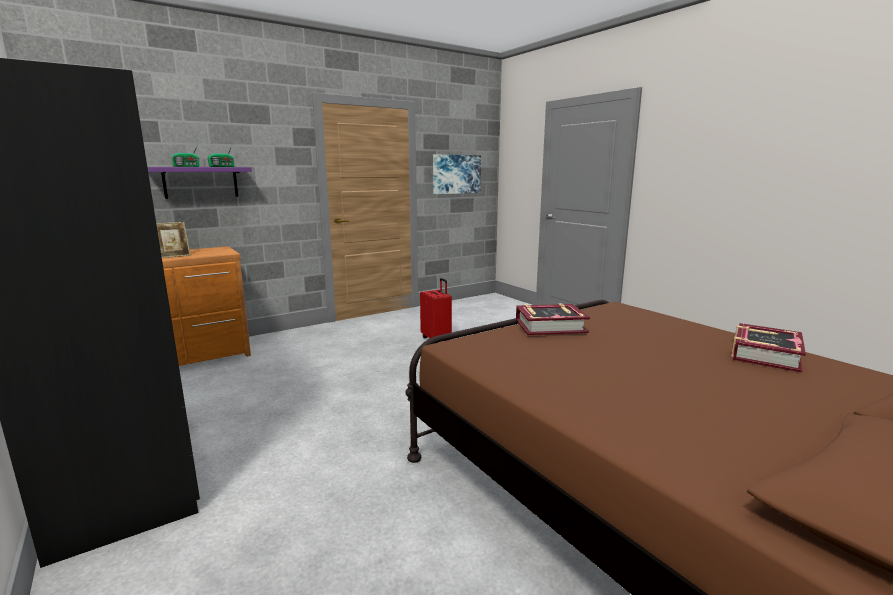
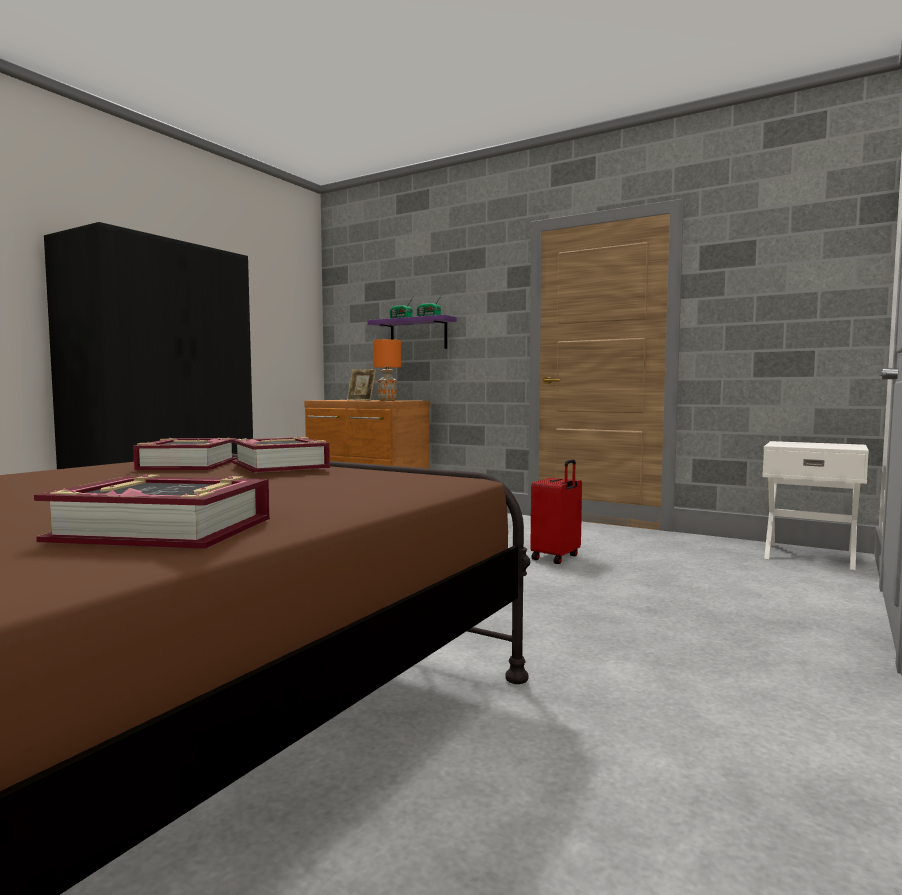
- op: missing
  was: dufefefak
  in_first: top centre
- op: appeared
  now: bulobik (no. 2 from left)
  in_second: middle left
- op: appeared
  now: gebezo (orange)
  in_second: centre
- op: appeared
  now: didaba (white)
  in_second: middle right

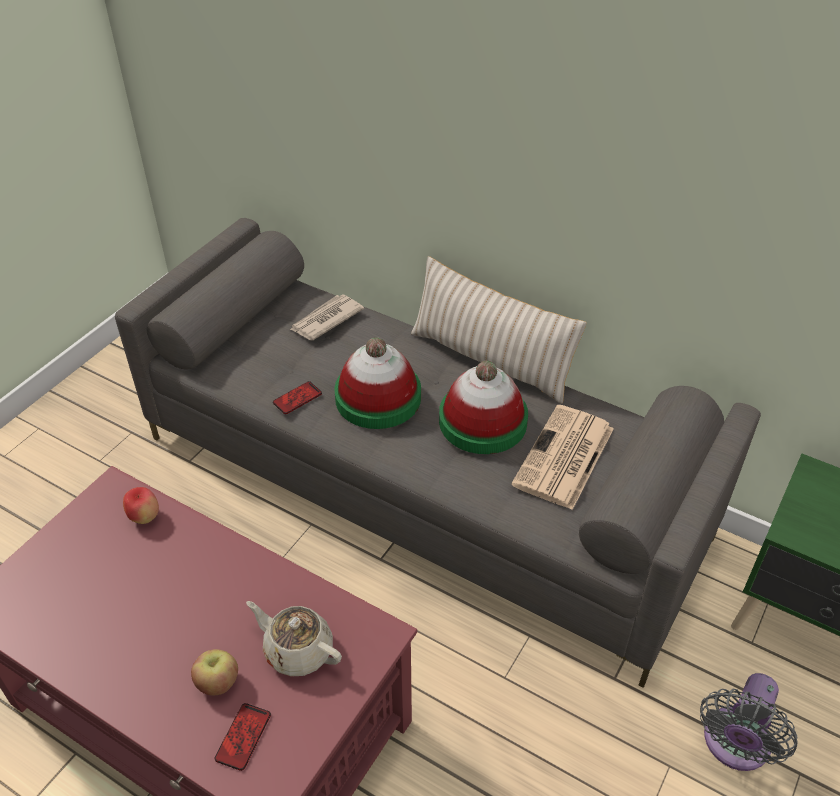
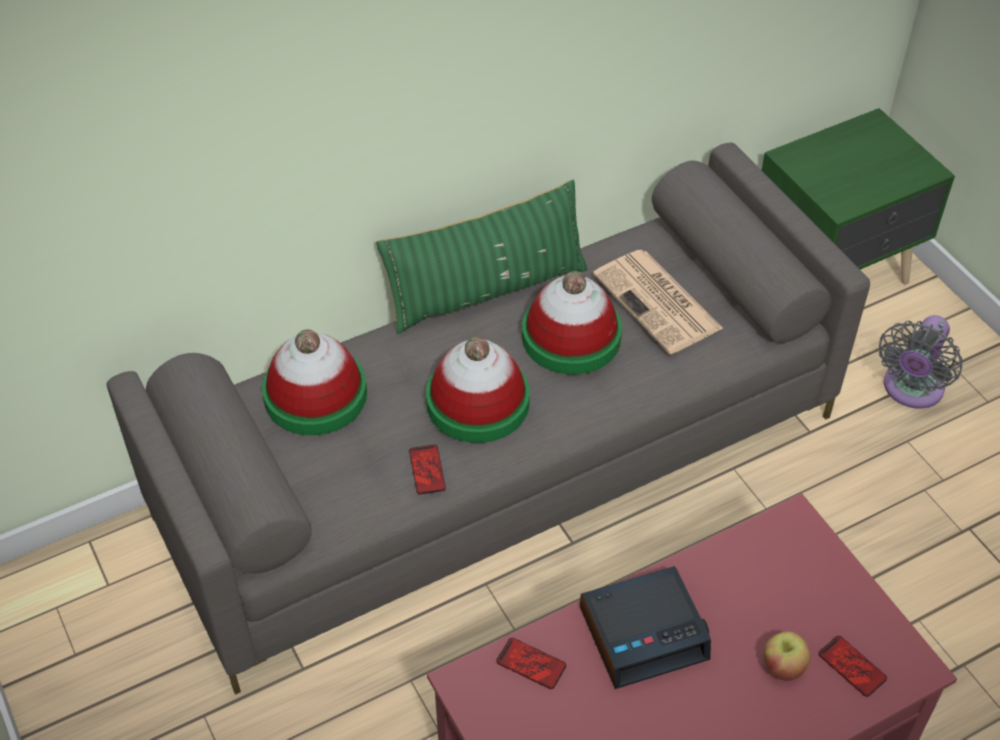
- op: missing
  was: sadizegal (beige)
  in_first: bottom centre
- op: appeared
  now: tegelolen
  in_second: bottom centre
- op: exchanged
  was: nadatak (no. 1 from left)
  now: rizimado (no. 2 from left)
  in_first: middle left
  in_second: bottom centre
- op: exchanged
  was: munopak (no. 1 from left)
  now: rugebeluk (no. 1 from left)
  in_first: centre
  in_second: middle left
- op: colour
  was: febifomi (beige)
  now: febifomi (green)
  in_first: centre
  in_second: centre
- op: spun
  was: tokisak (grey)
  in_first: bottom right
  in_second: middle right
  clockwise: 60

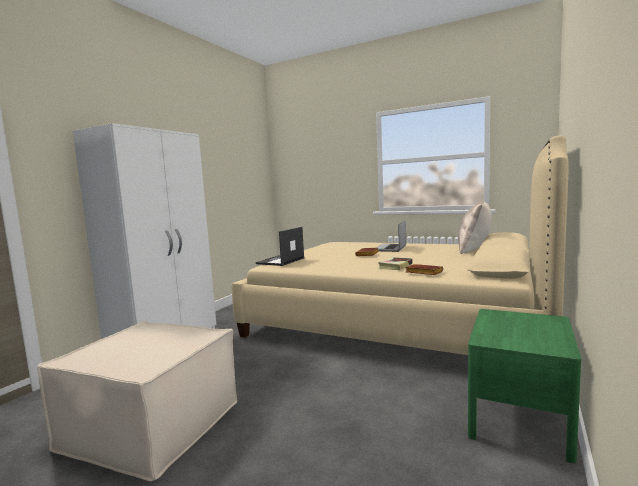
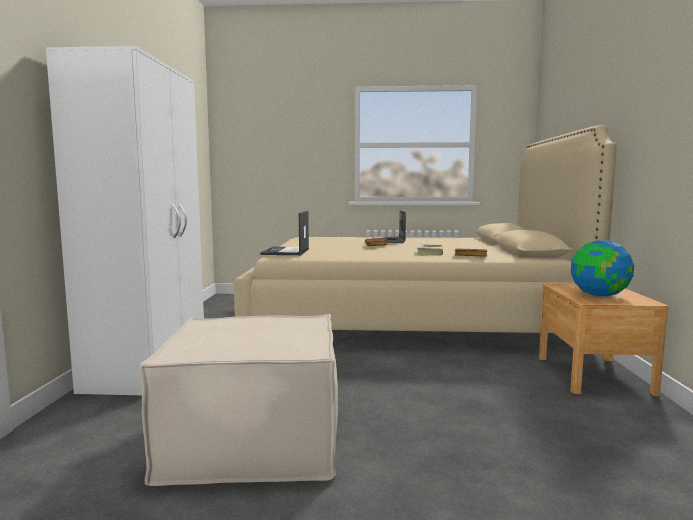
- op: missing
  was: febifomi (beige)
  in_first: middle right
- op: appeared
  now: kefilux
  in_second: middle right
- op: colour
  was: didaba (green)
  now: didaba (brown)
  in_first: bottom right
  in_second: middle right

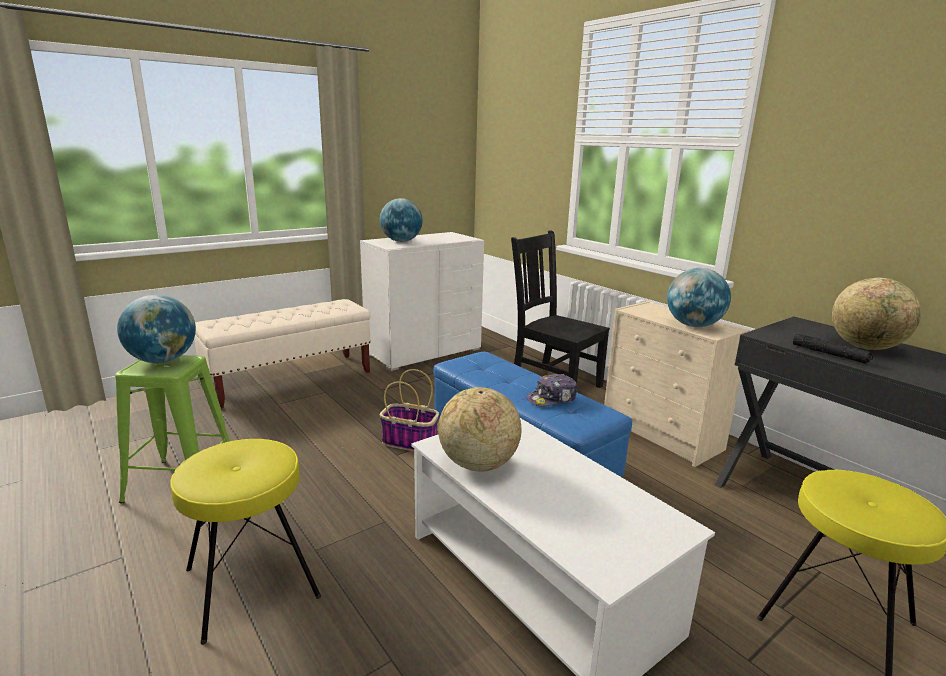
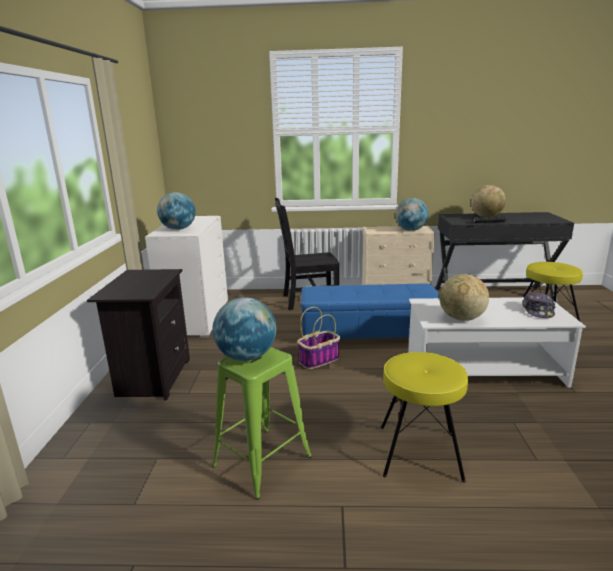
- op: relocated
  was: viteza
  in_first: centre
  in_second: middle right
- op: exchanged
  was: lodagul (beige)
  now: didaba (black)
  in_first: middle left
  in_second: middle left

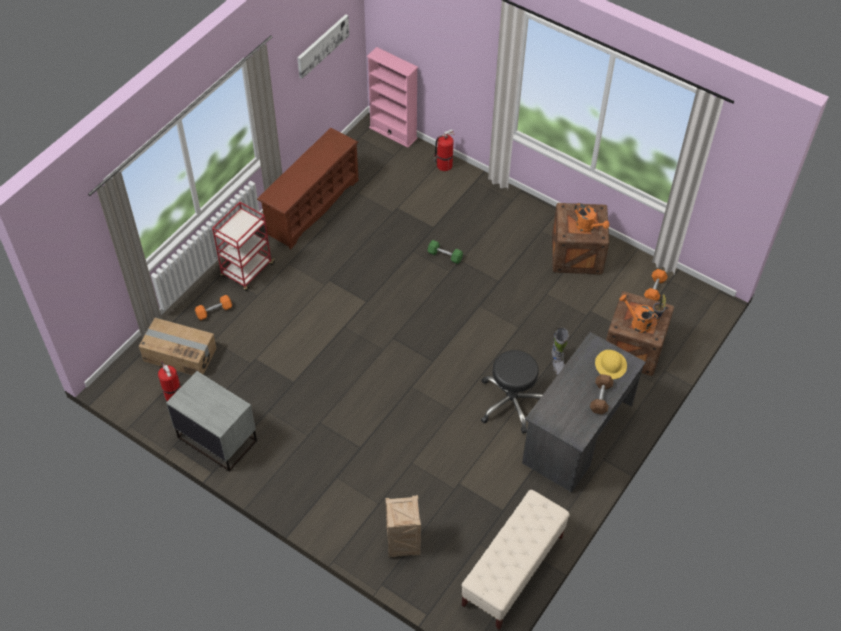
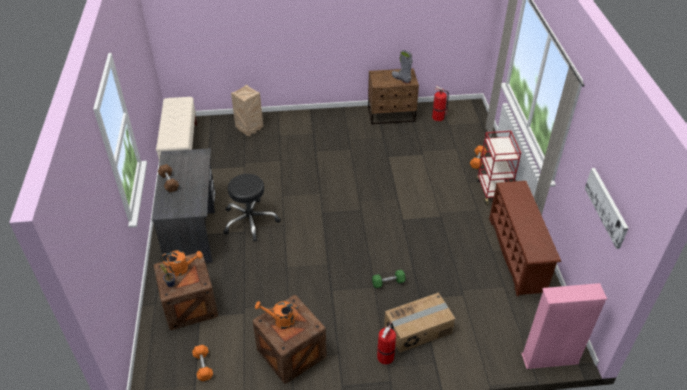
- op: missing
  was: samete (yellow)
  in_first: middle right
- op: relocated
  was: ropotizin
  in_first: middle left
  in_second: bottom centre
- op: relocated
  was: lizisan (no. 2 from left in the first image)
  now: lizisan (no. 1 from left)
  in_first: top centre
  in_second: bottom centre
- op: relocated
  was: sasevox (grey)
  in_first: centre
  in_second: top centre
- op: colour
  was: didaba (grey)
  now: didaba (brown)
  in_first: bottom left
  in_second: top centre

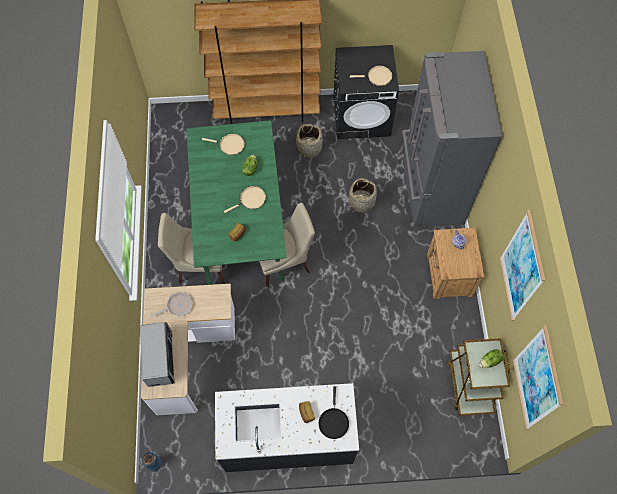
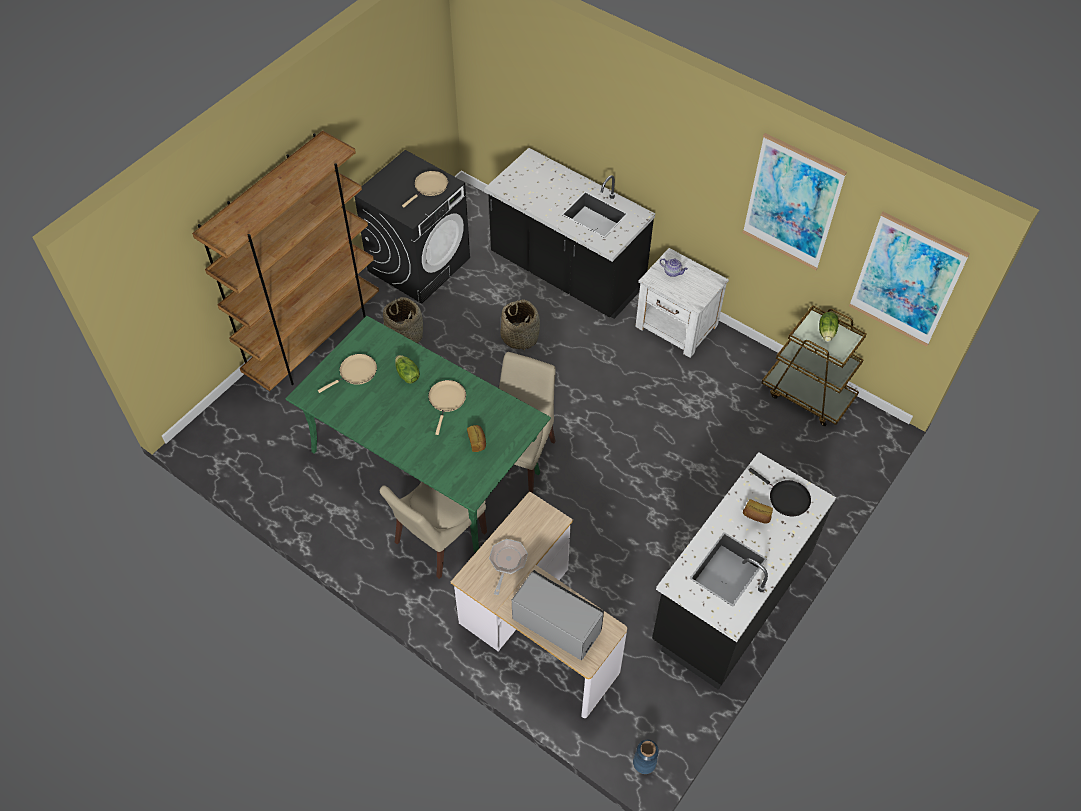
- op: exchanged
  was: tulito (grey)
  now: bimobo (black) (no. 1 from left)
  in_first: top right
  in_second: top centre
- op: colour
  was: didaba (brown)
  now: didaba (white)
  in_first: middle right
  in_second: centre

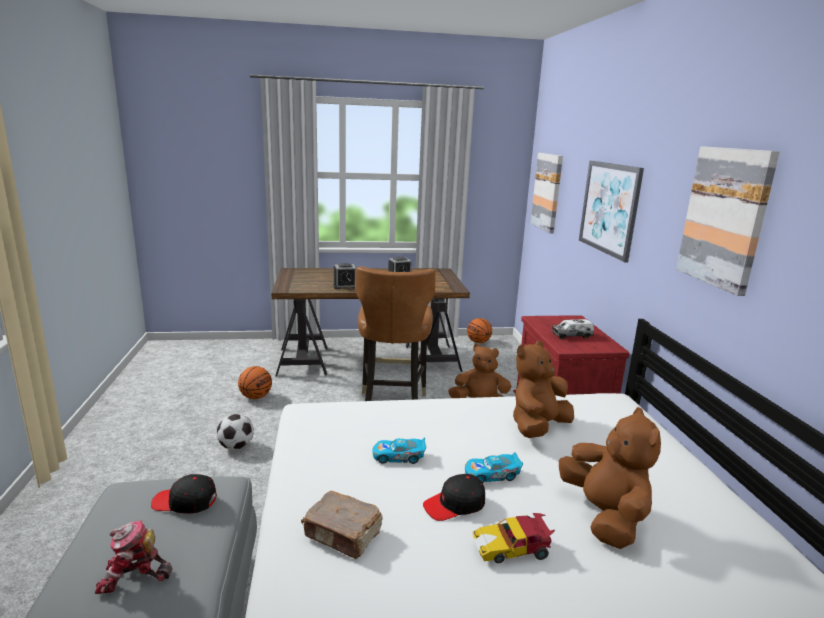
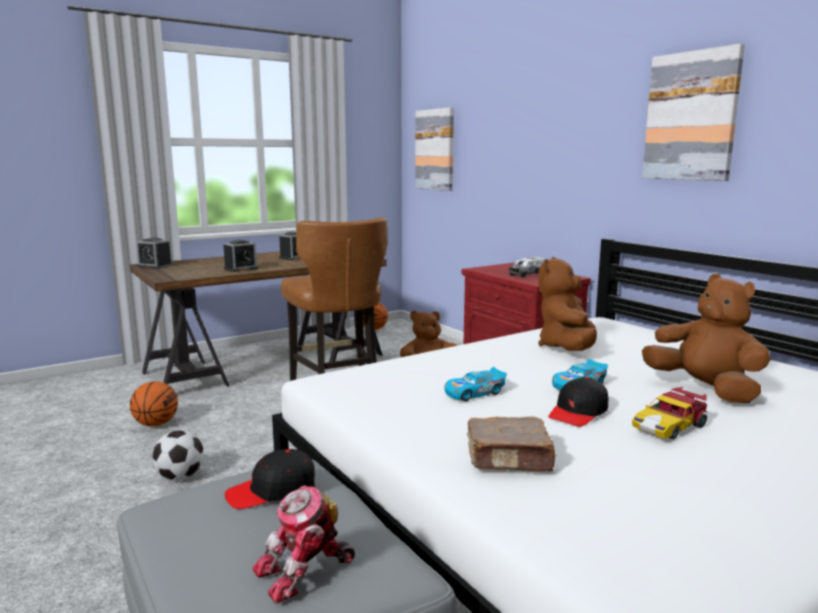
- op: missing
  was: dufefefak (no. 2 from left)
  in_first: middle right
- op: appeared
  now: tegelolen (no. 1 from left)
  in_second: middle left

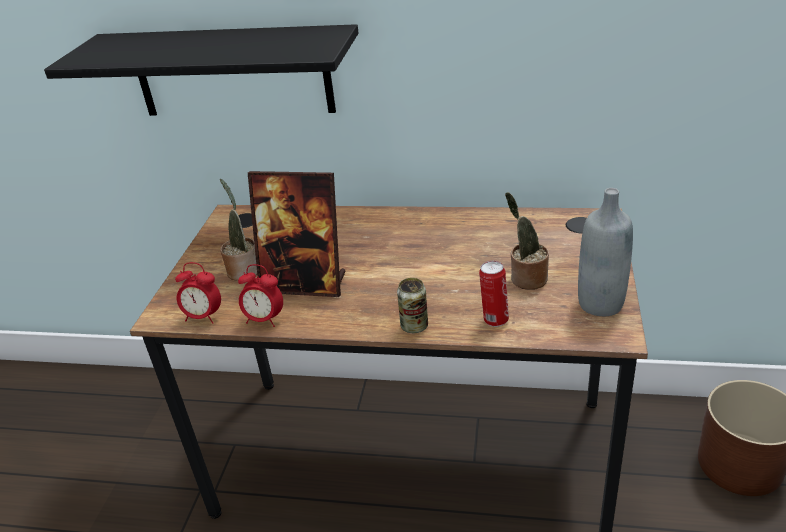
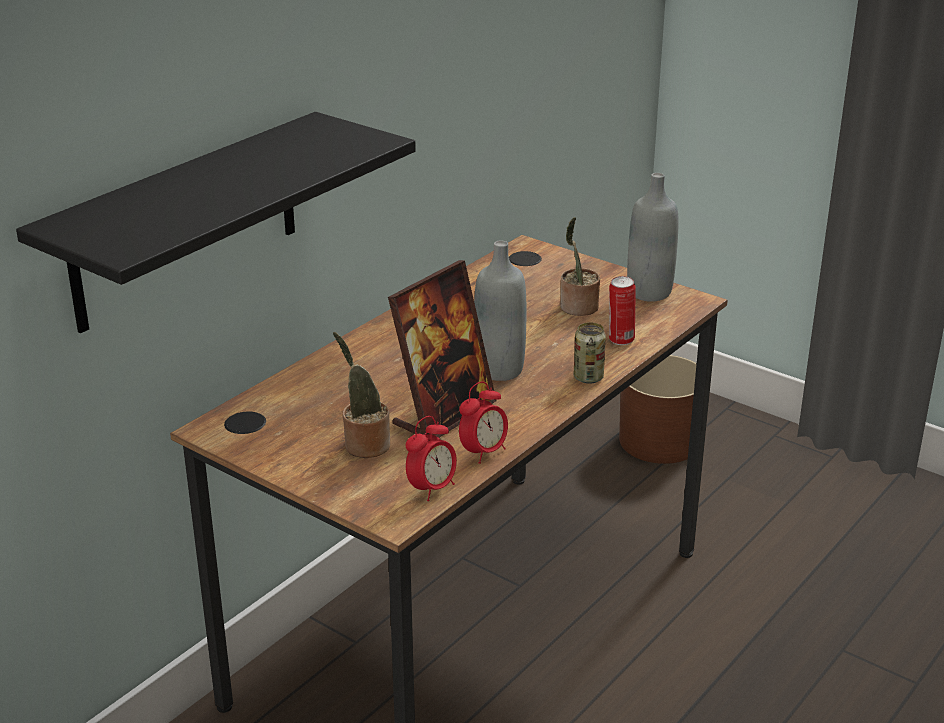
- op: appeared
  now: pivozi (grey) (no. 1 from left)
  in_second: centre

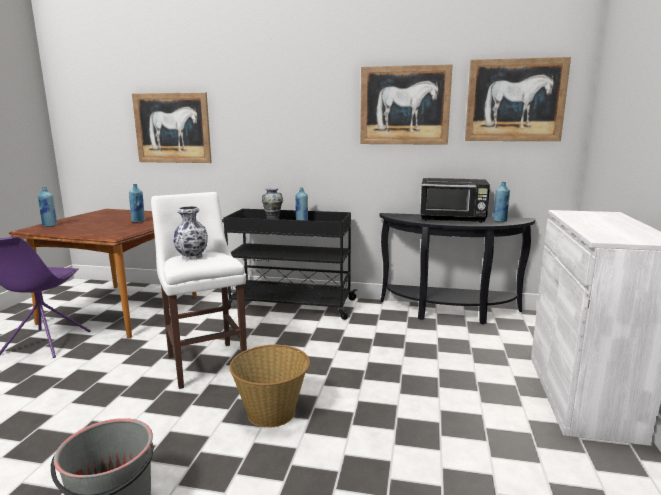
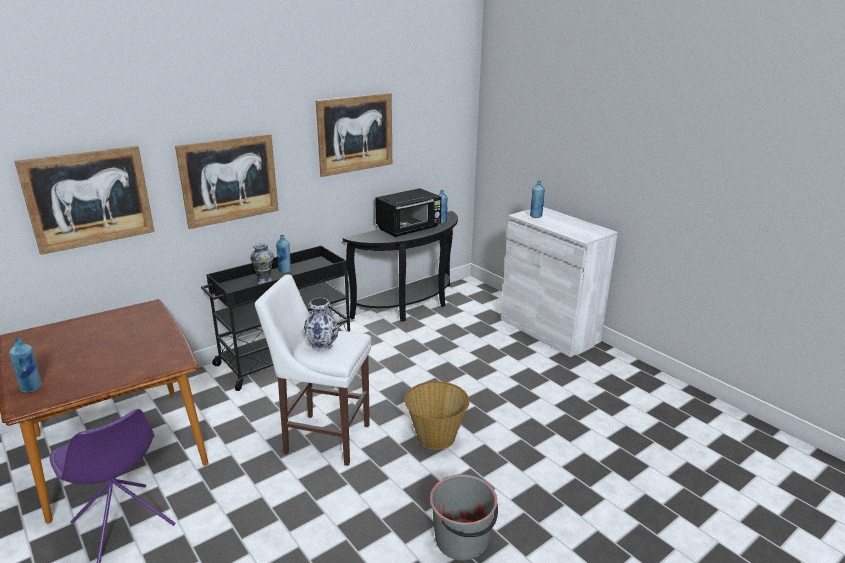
- op: relocated
  was: pivozi (blue) (no. 2 from left in the first image)
  now: pivozi (blue) (no. 4 from left)
  in_first: middle left
  in_second: centre
- op: relocated
  was: dufefefak (no. 3 from left in the first image)
  now: dufefefak (no. 2 from left)
  in_first: top right
  in_second: top left

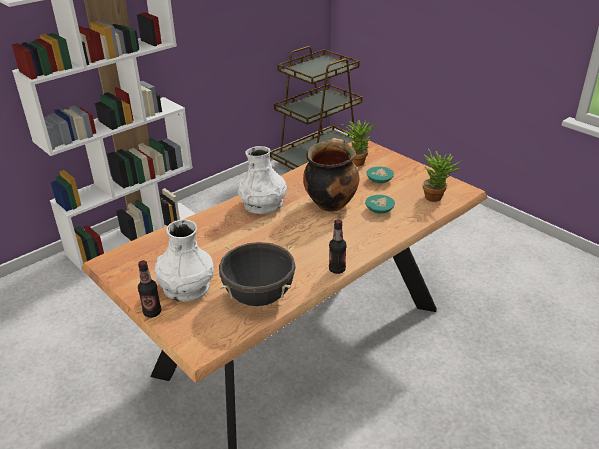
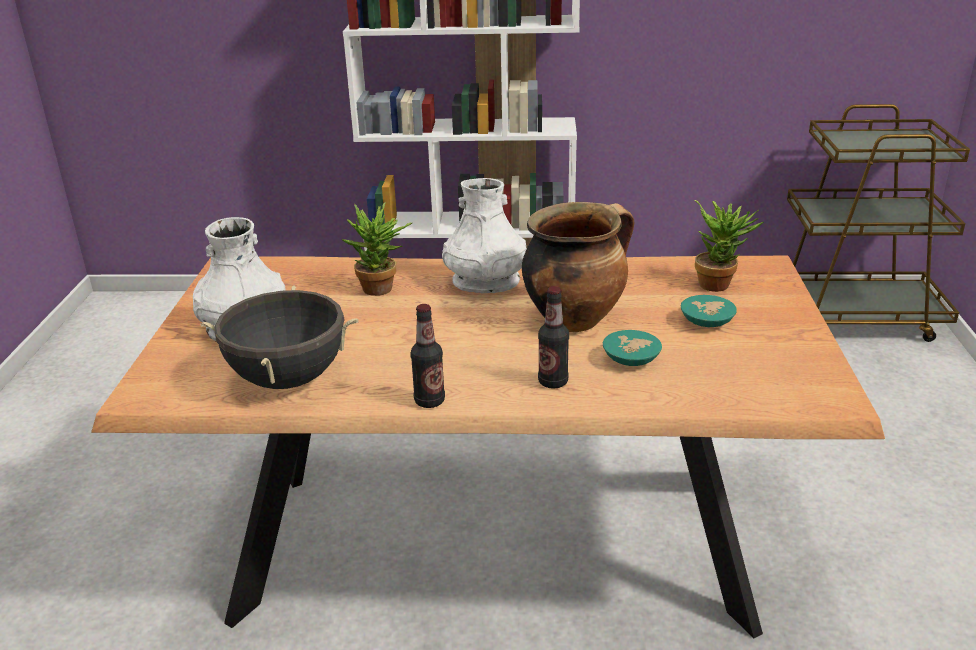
- op: relocated
  was: pivozi (no. 1 from left in the first image)
  now: pivozi (no. 2 from left)
  in_first: middle left
  in_second: centre
- op: relocated
  was: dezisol (no. 2 from left in the first image)
  now: dezisol (no. 1 from left)
  in_first: middle right
  in_second: centre

